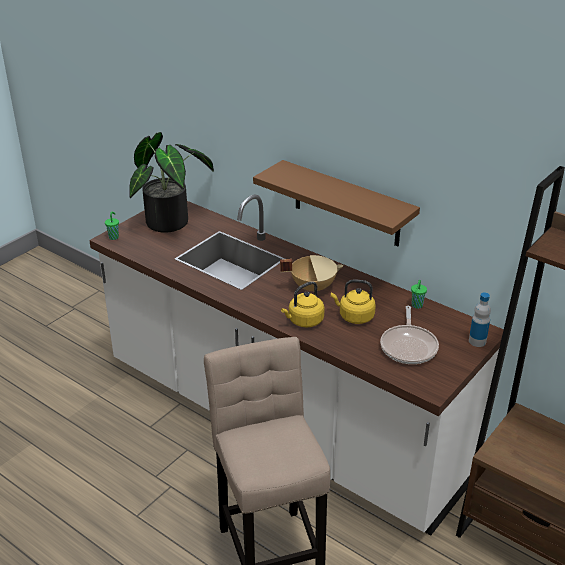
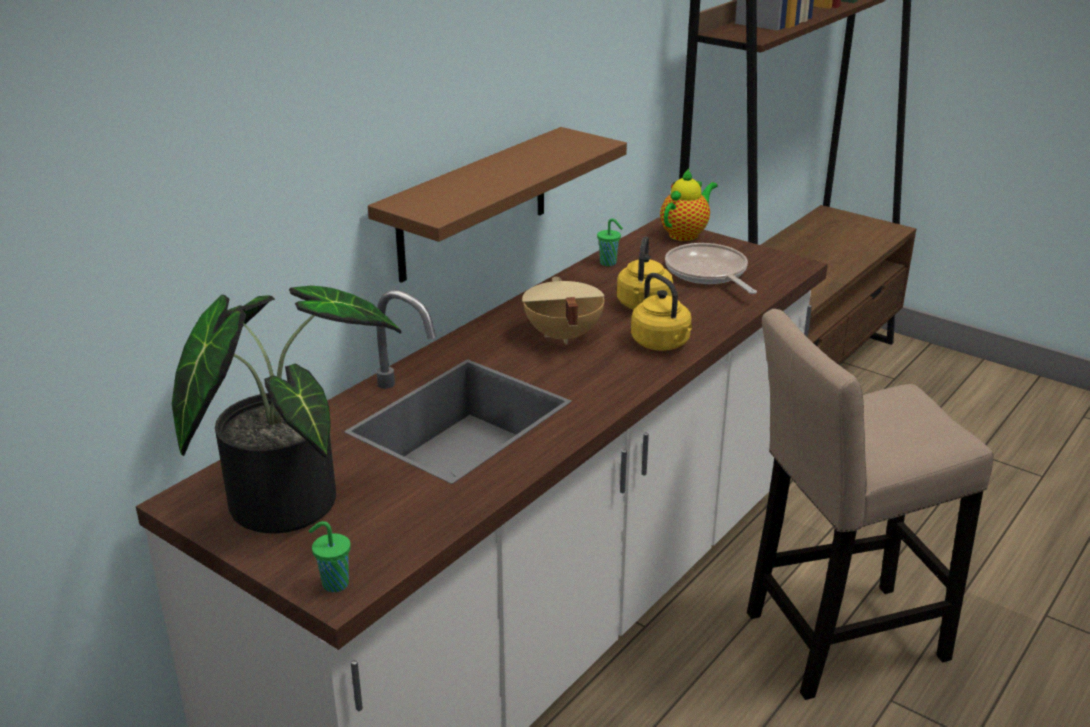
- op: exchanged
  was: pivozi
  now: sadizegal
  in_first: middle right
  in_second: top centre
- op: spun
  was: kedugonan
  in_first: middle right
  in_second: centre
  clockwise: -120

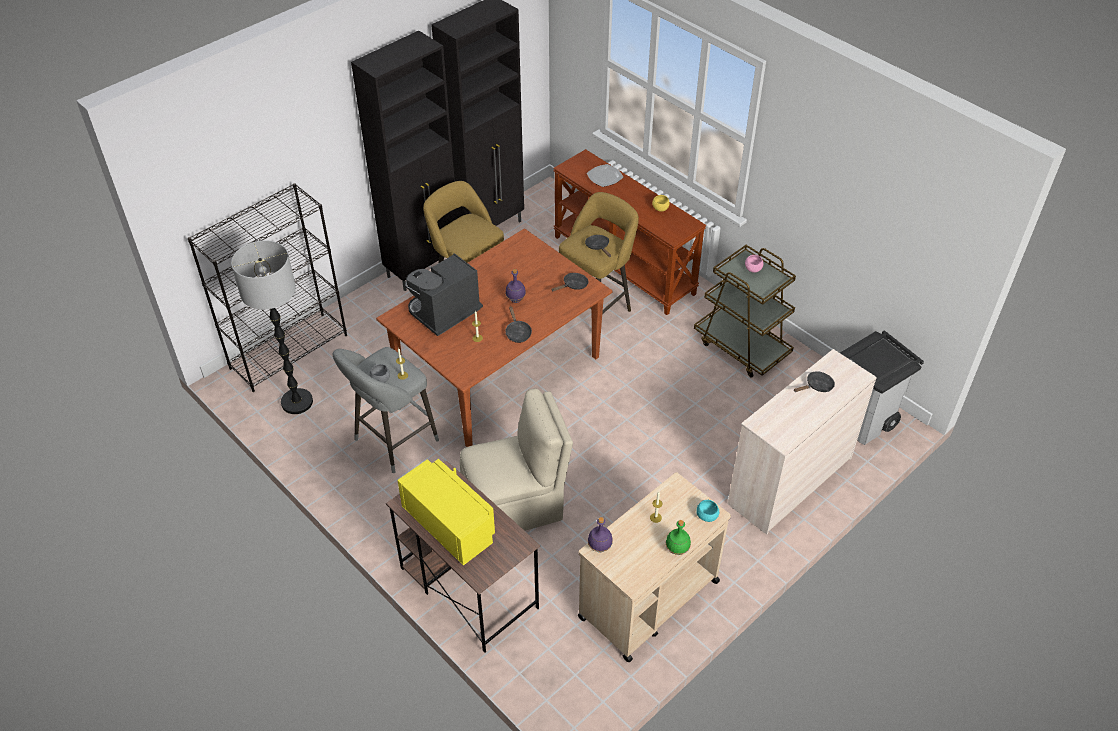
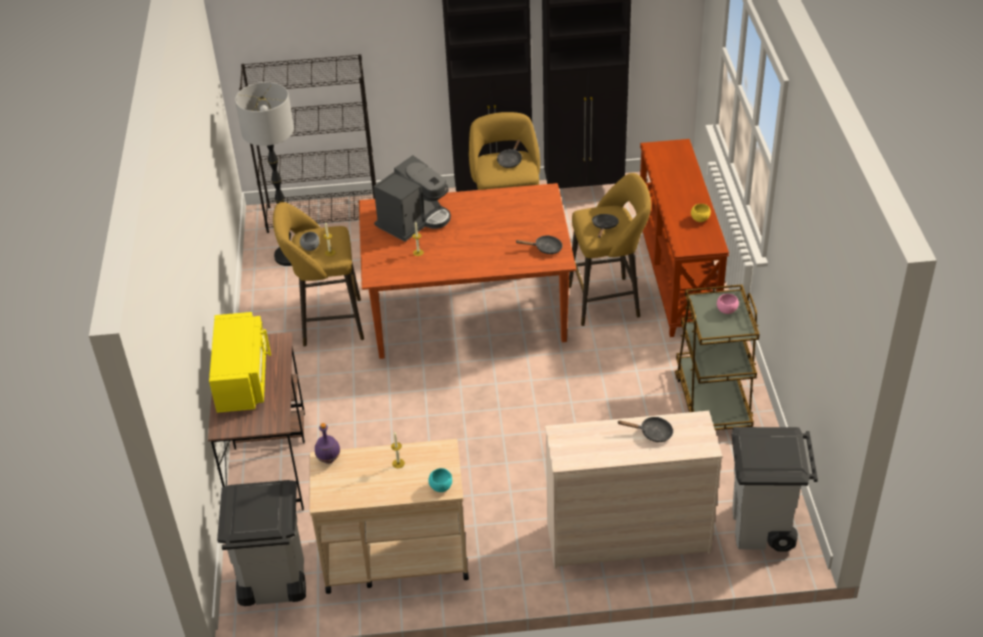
- op: missing
  was: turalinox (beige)
  in_first: centre
- op: missing
  was: pivozi (purple) (no. 1 from left)
  in_first: centre
- op: missing
  was: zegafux
  in_first: top centre
- op: missing
  was: pivozi (green)
  in_first: bottom centre
- op: appeared
  now: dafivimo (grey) (no. 1 from left)
  in_second: bottom left
- op: relocated
  was: kedugonan (black) (no. 1 from left)
  in_first: centre
  in_second: top centre
- op: colour
  was: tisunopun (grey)
  now: tisunopun (yellow) (no. 1 from left)
  in_first: centre
  in_second: middle left
- op: spun
  was: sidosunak
  in_first: centre
  in_second: top centre
  clockwise: 135

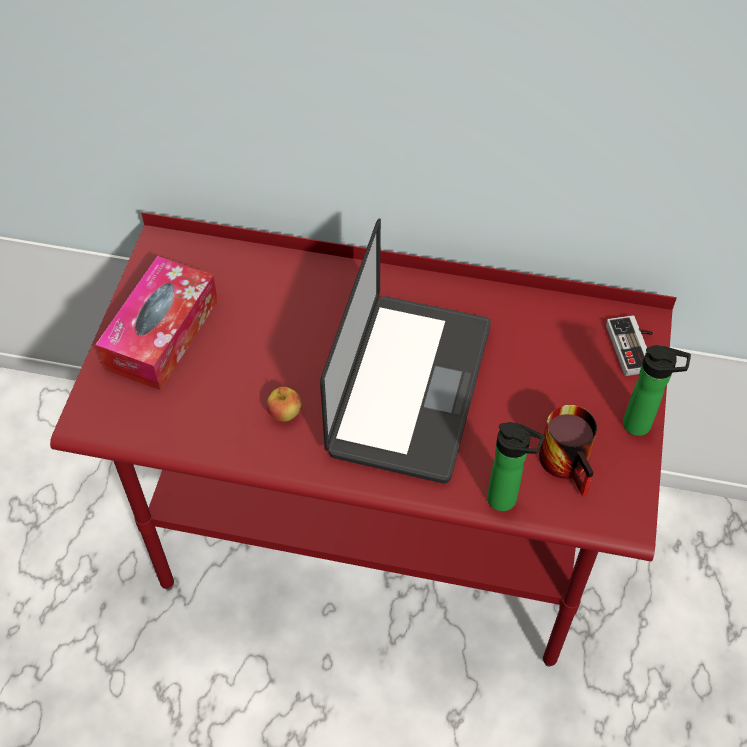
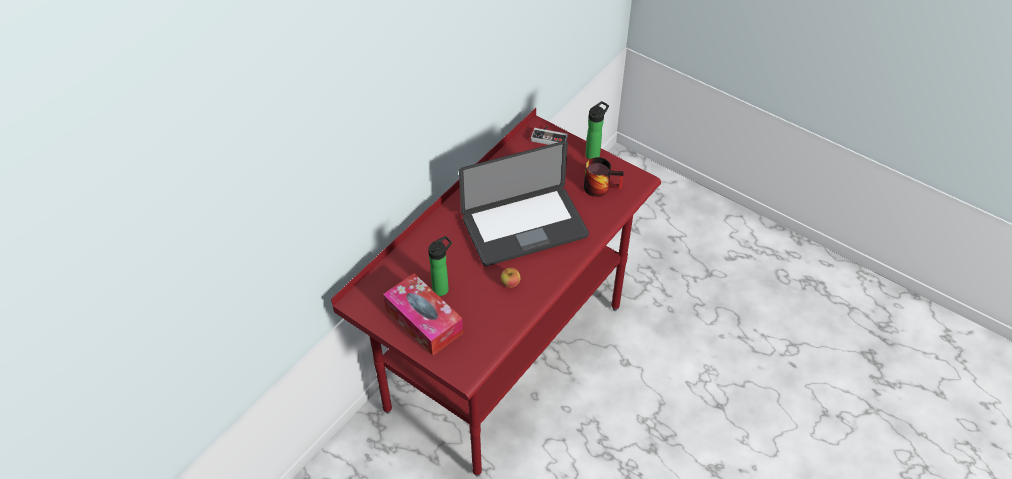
- op: relocated
  was: pivozi (no. 1 from left)
  in_first: middle right
  in_second: centre
- op: spun
  was: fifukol
  in_first: centre
  in_second: centre
  clockwise: 120

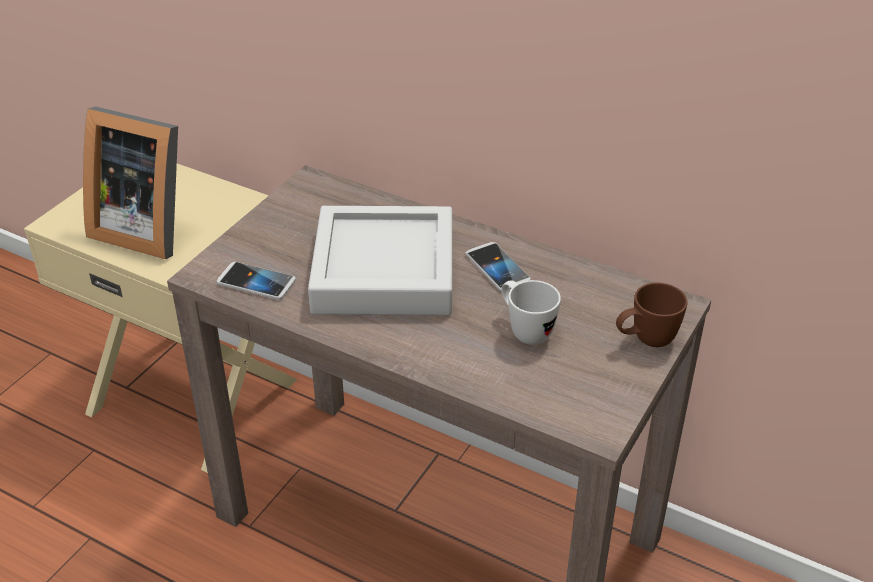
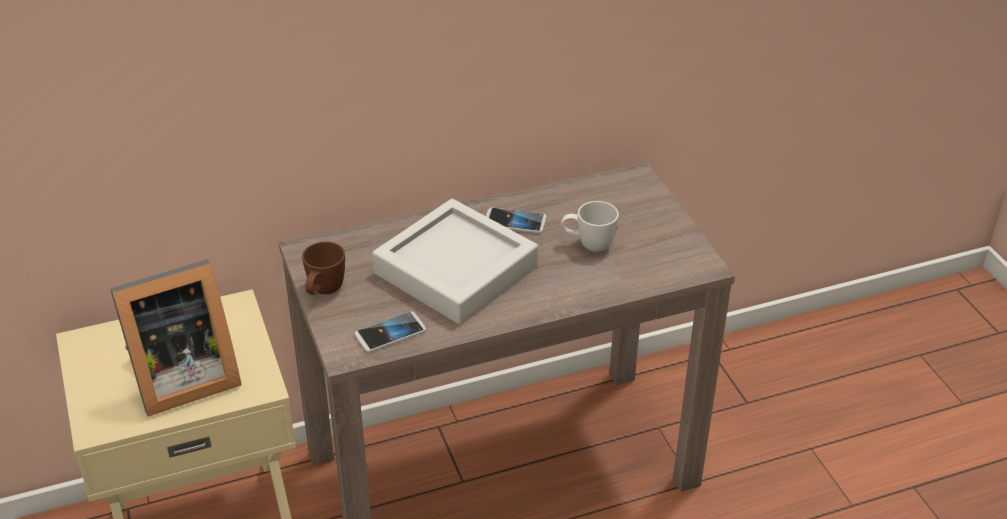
- op: relocated
  was: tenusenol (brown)
  in_first: middle right
  in_second: middle left

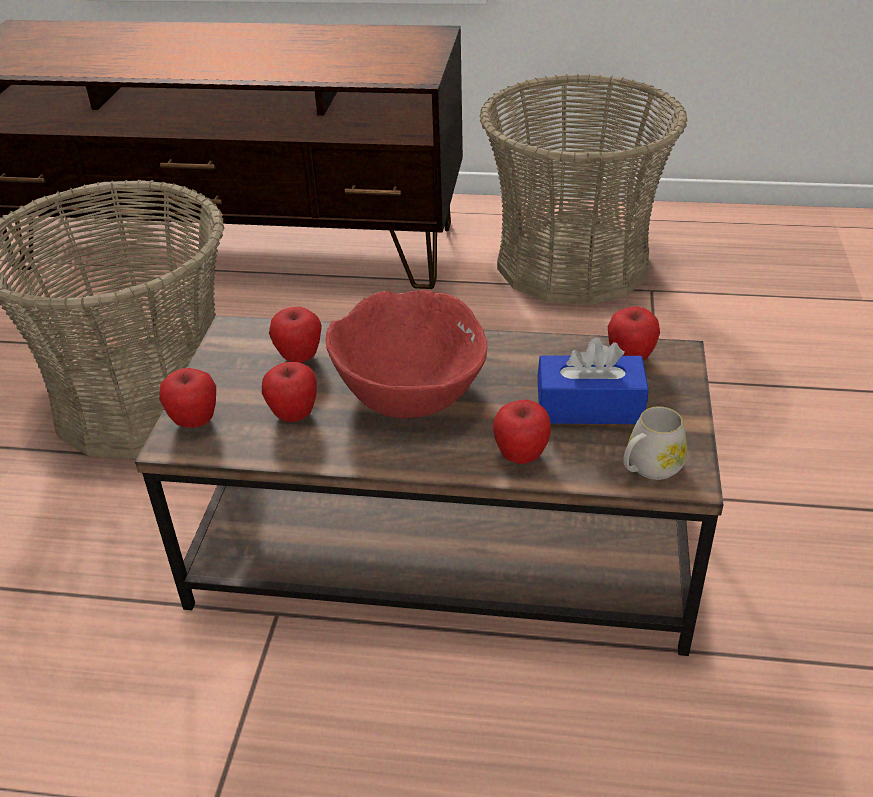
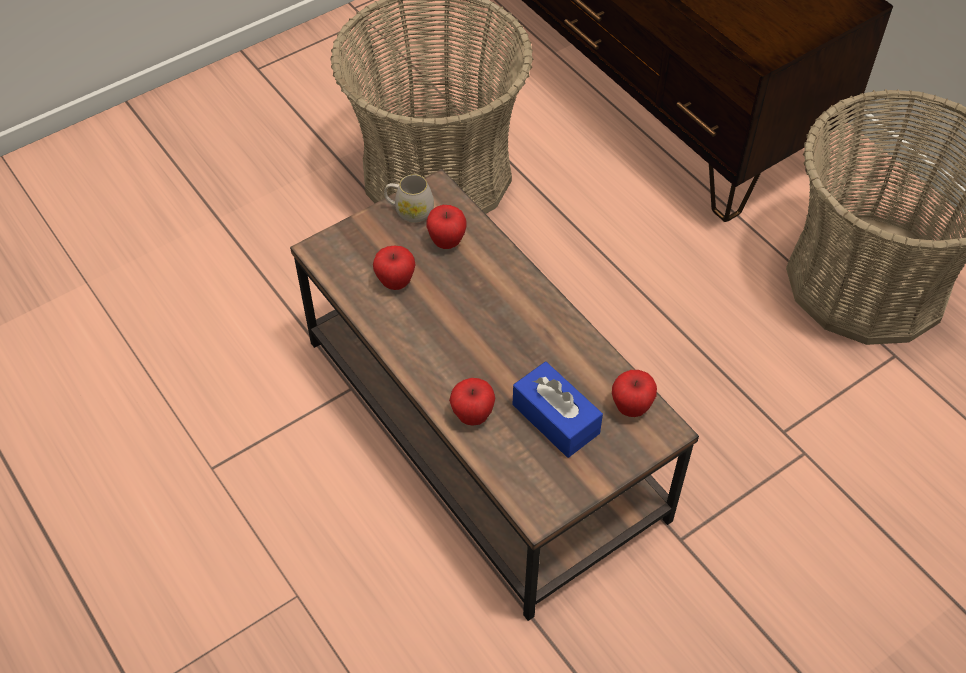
- op: missing
  was: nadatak (no. 1 from left)
  in_first: middle left
- op: missing
  was: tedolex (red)
  in_first: centre
- op: relocated
  was: tenusenol (white)
  in_first: middle right
  in_second: top centre

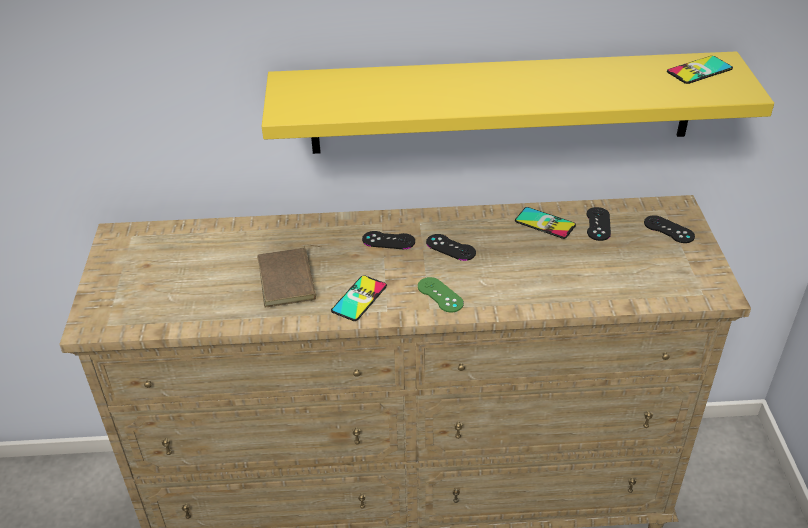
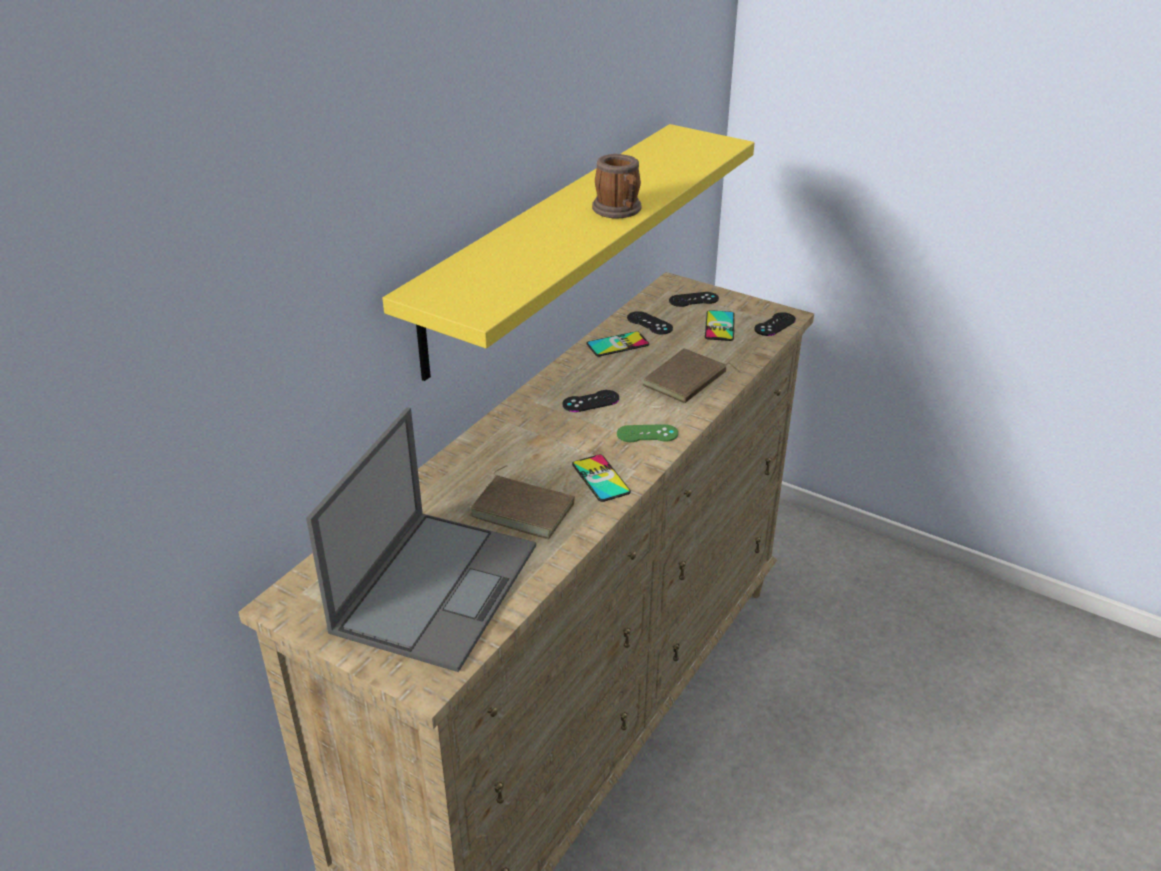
- op: appeared
  now: fifukol
  in_second: centre
- op: appeared
  now: tenusenol
  in_second: top centre
- op: appeared
  now: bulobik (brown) (no. 2 from left)
  in_second: centre
- op: relocated
  was: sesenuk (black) (no. 1 from left in the first image)
  now: sesenuk (black) (no. 4 from left)
  in_first: centre
  in_second: middle right
- op: relocated
  was: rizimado (no. 3 from left)
  in_first: top right
  in_second: centre

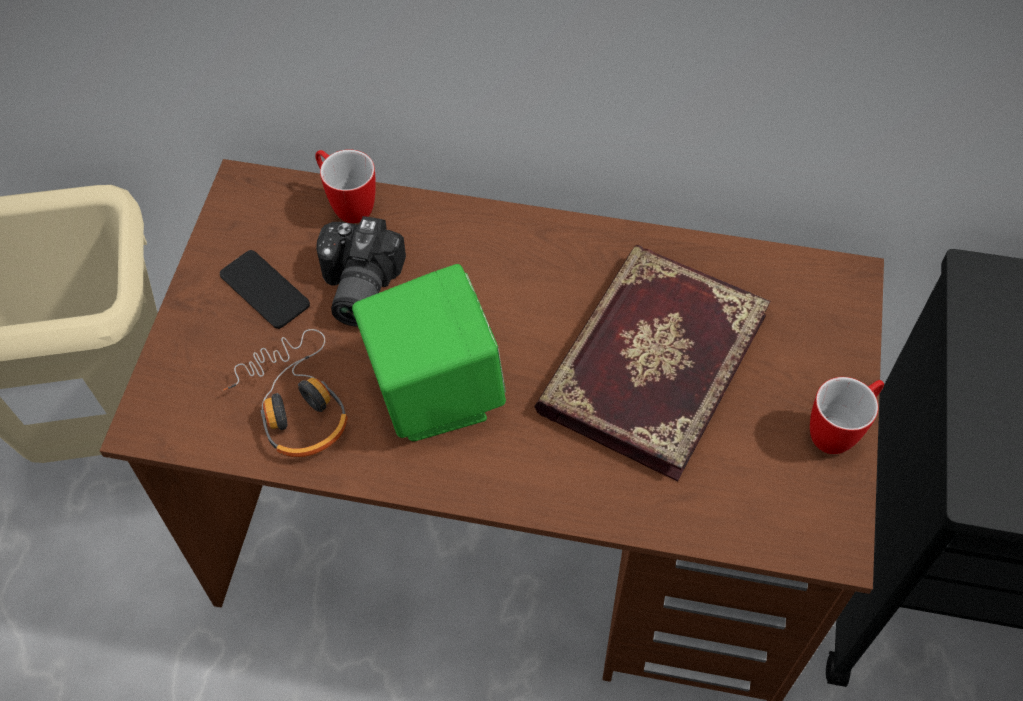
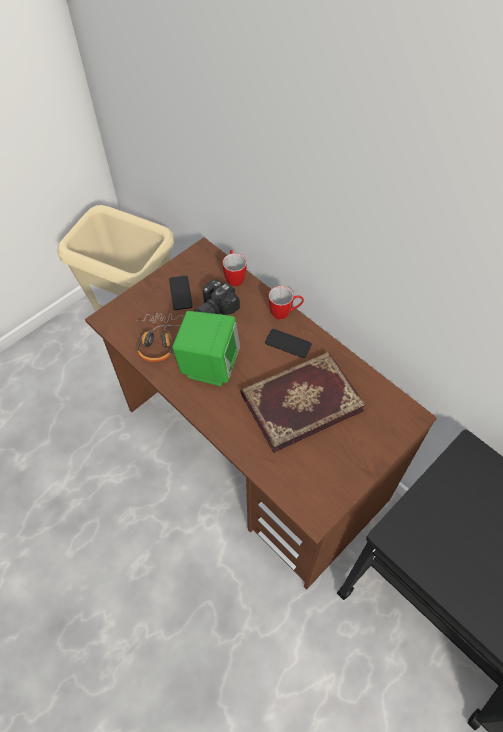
- op: appeared
  now: rizimado (no. 2 from left)
  in_second: centre
- op: relocated
  was: tenusenol (no. 2 from left)
  in_first: middle right
  in_second: centre

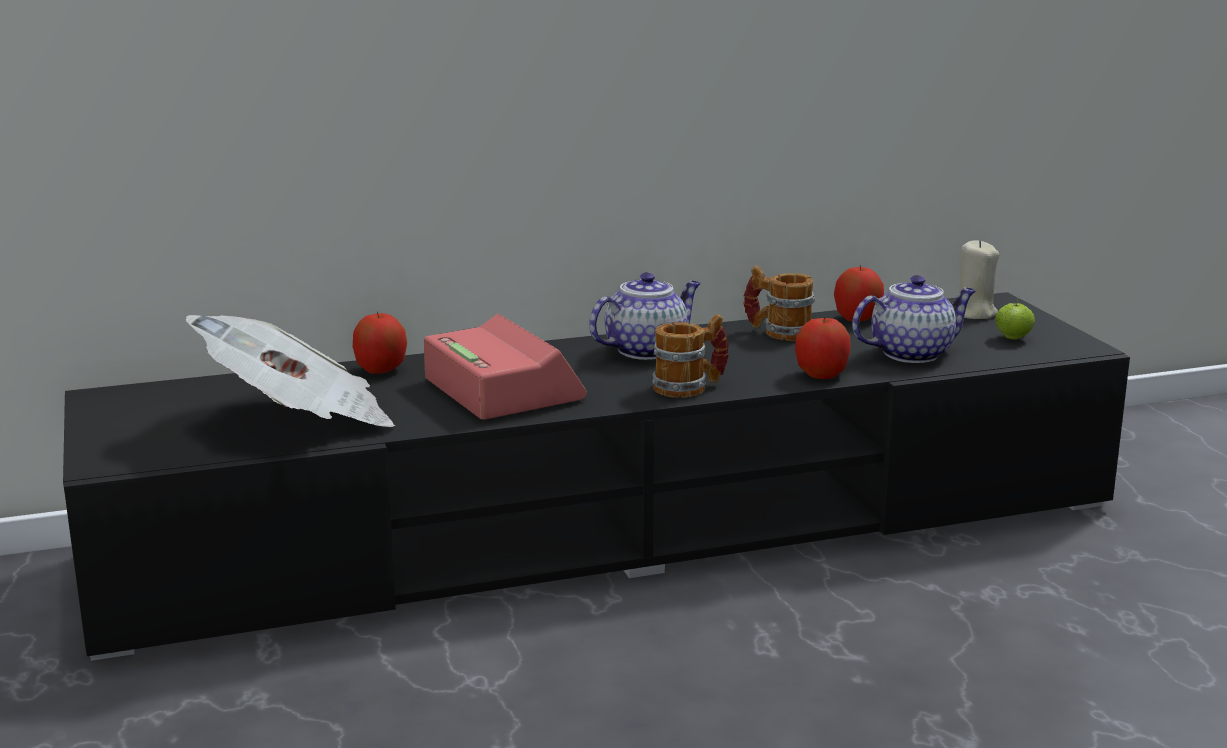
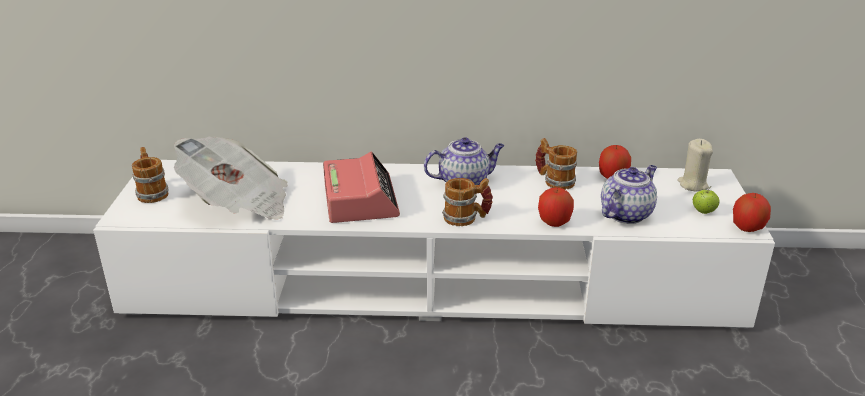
- op: appeared
  now: tenusenol (no. 1 from left)
  in_second: middle left
- op: relocated
  was: nadatak (no. 1 from left in the first image)
  now: nadatak (no. 4 from left)
  in_first: middle left
  in_second: middle right
- op: colour
  was: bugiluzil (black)
  now: bugiluzil (white)
  in_first: centre
  in_second: centre
- op: spun
  was: sadizegal (no. 2 from left)
  in_first: middle right
  in_second: middle right
  clockwise: -45

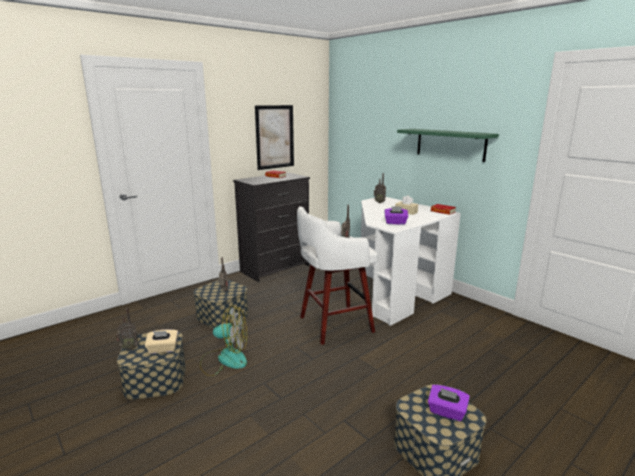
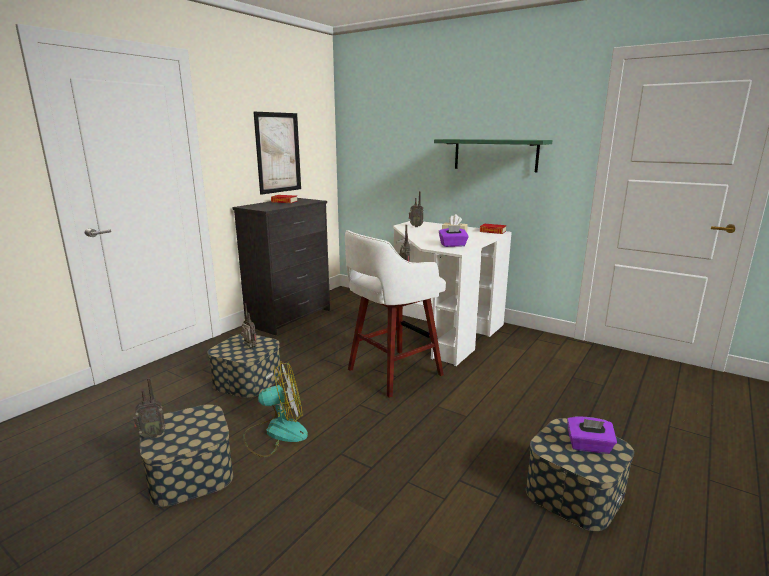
- op: missing
  was: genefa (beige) (no. 1 from left)
  in_first: bottom left

